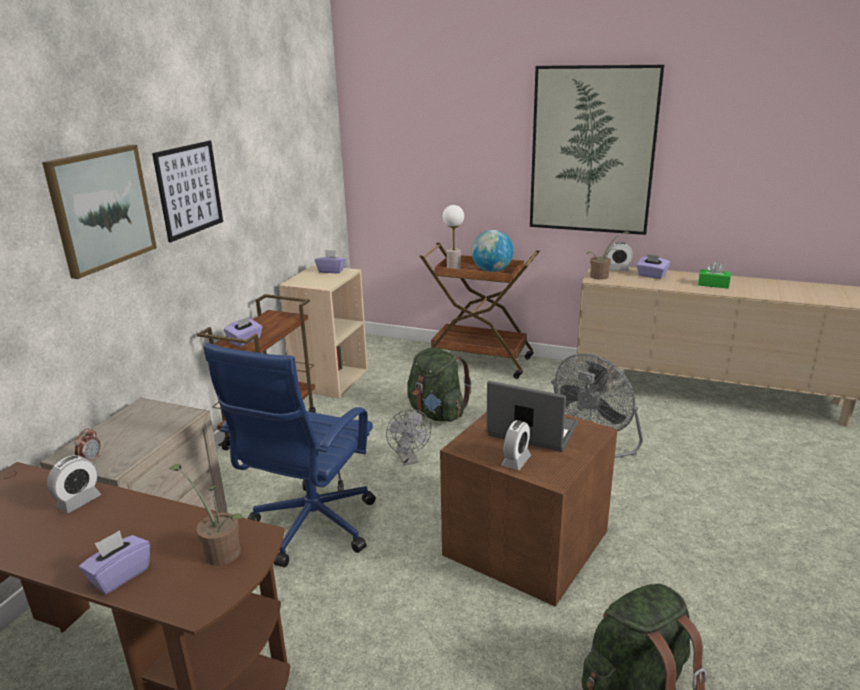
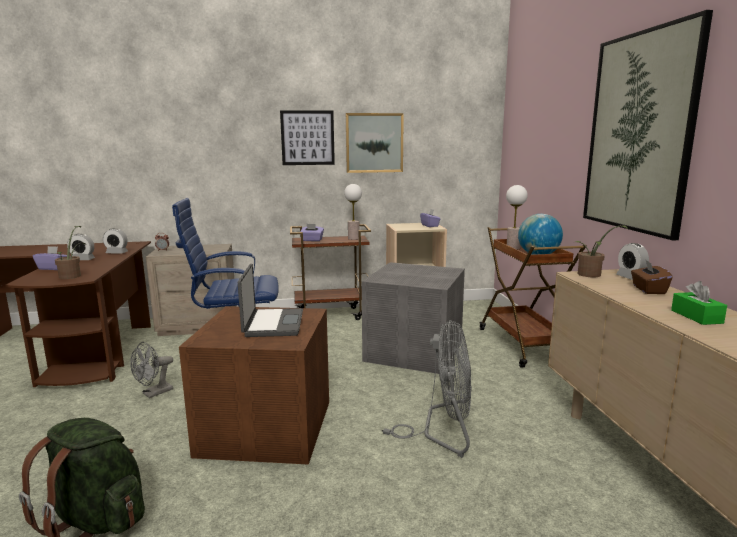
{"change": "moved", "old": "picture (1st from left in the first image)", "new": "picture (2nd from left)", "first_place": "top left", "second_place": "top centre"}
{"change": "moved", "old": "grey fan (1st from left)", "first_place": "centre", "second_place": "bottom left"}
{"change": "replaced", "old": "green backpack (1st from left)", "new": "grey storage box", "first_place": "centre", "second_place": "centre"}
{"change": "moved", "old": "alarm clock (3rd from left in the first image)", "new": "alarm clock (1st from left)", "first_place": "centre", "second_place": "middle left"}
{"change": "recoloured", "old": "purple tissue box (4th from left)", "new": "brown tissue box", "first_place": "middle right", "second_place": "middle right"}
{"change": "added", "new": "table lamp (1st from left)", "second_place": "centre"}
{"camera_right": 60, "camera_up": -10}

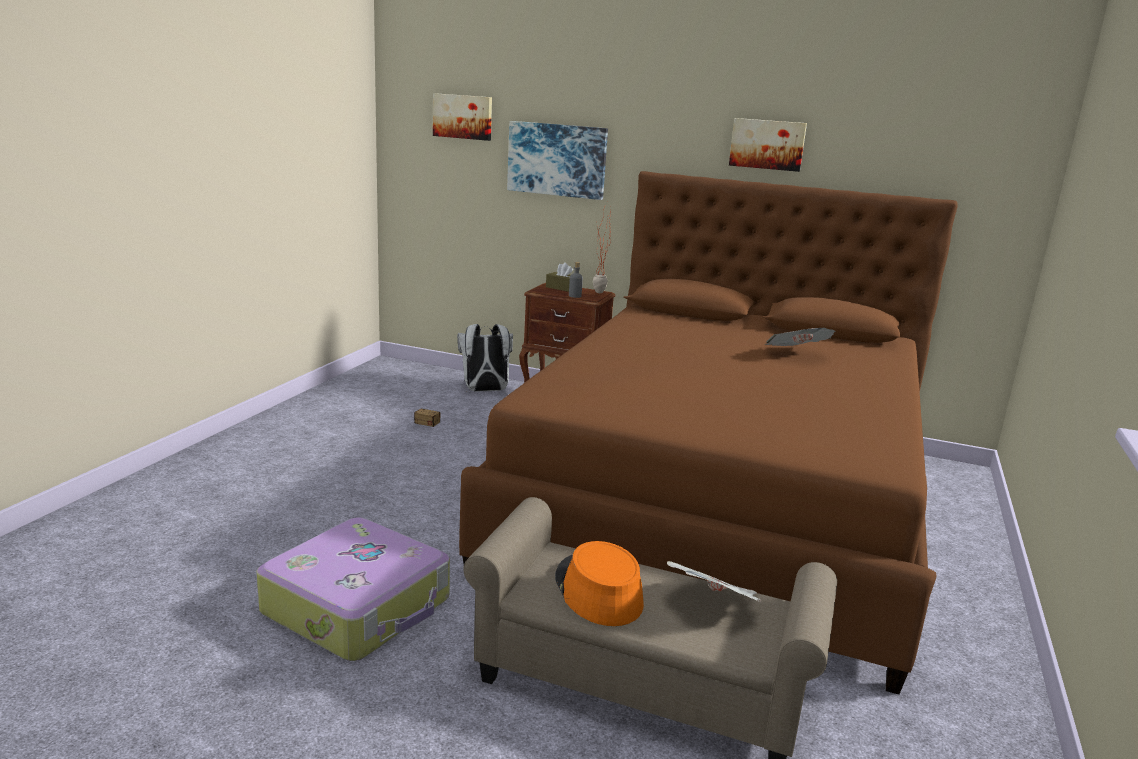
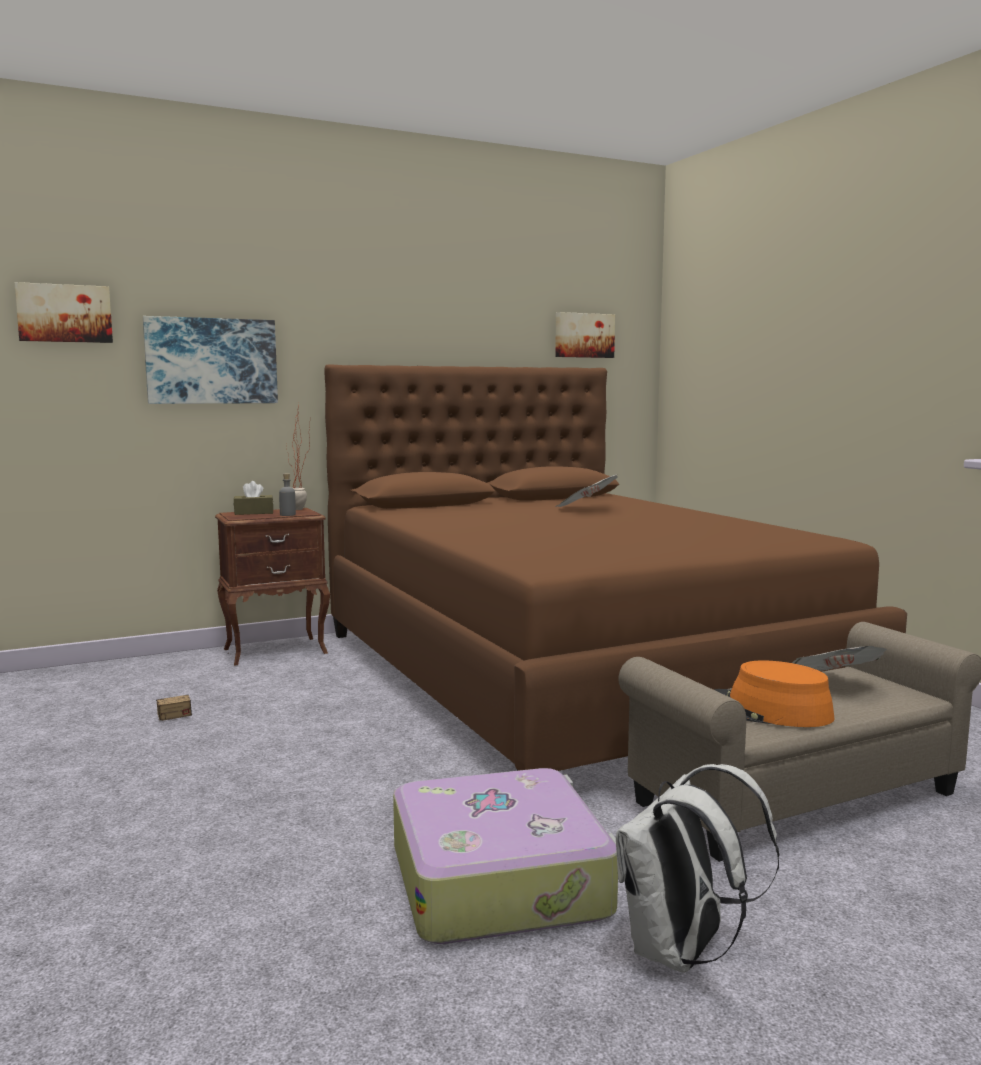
{"change": "moved", "old": "white backpack", "first_place": "centre", "second_place": "bottom right"}
{"change": "moved", "old": "picture (3rd from left)", "first_place": "top right", "second_place": "top centre"}
{"camera_right": -45, "camera_up": -10}

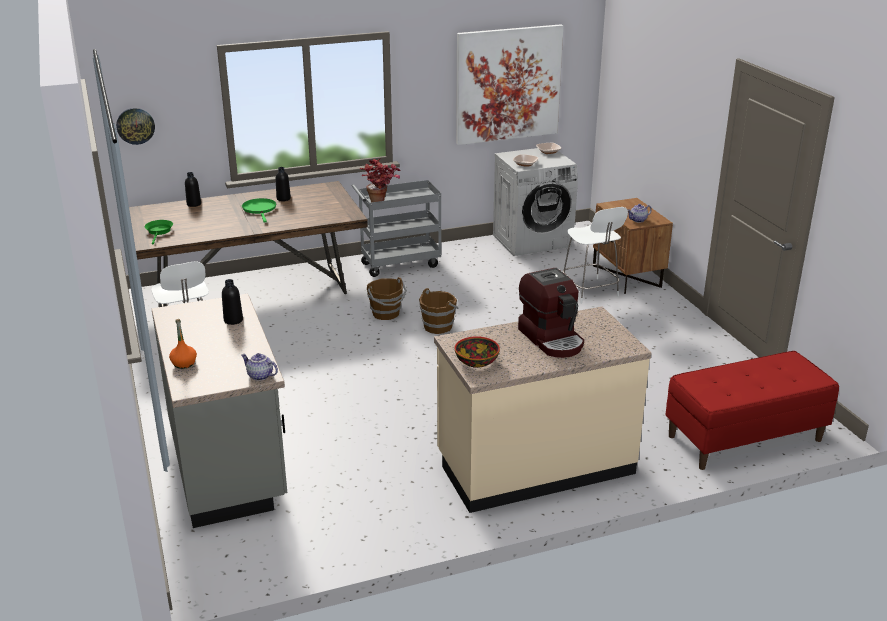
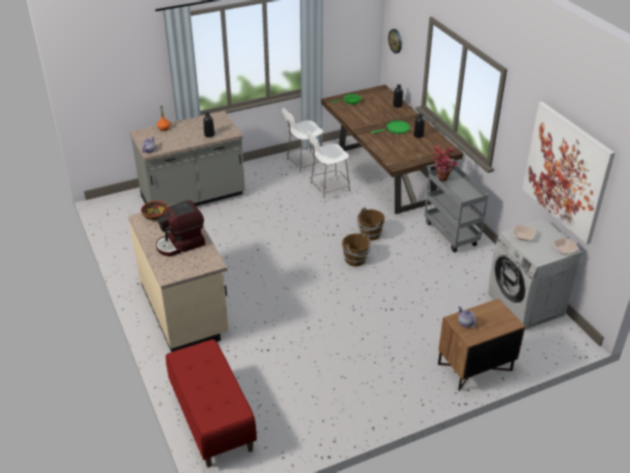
{"change": "moved", "old": "white chair (2nd from left)", "first_place": "middle right", "second_place": "centre"}
{"camera_right": 85, "camera_up": 10}

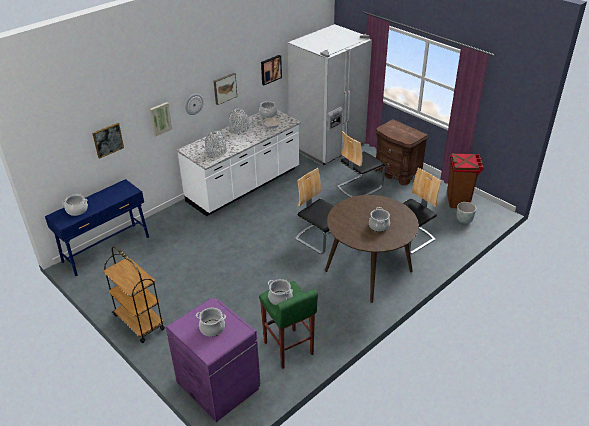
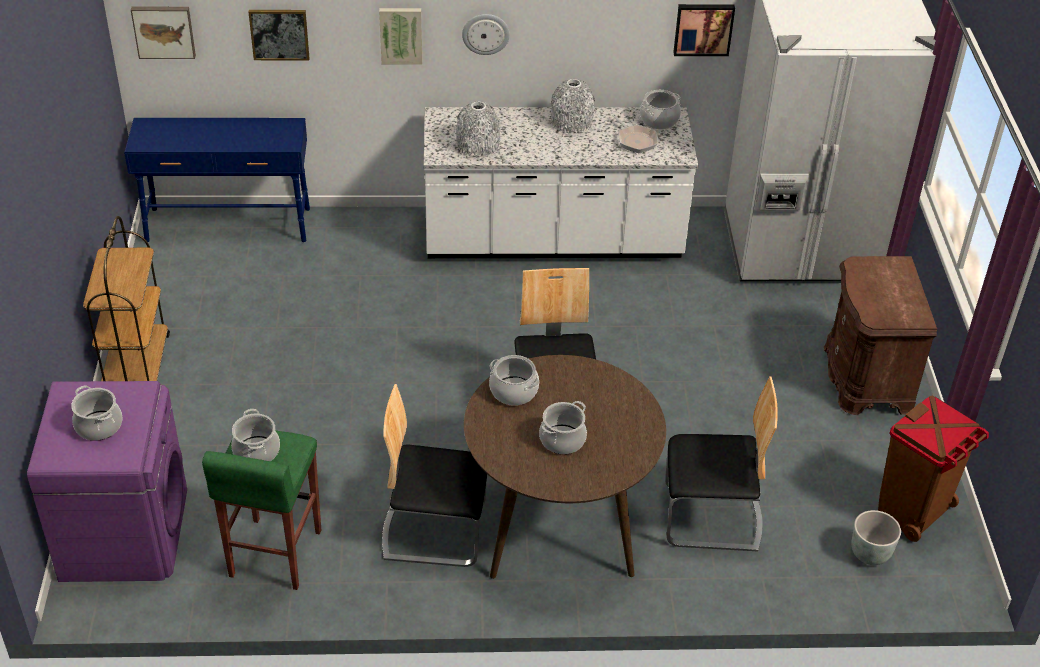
{"change": "moved", "old": "cooking pot (1st from left in the first image)", "new": "cooking pot (3rd from left)", "first_place": "middle left", "second_place": "centre"}
{"change": "moved", "old": "picture (3rd from left in the first image)", "new": "picture (1st from left)", "first_place": "top centre", "second_place": "top left"}
{"change": "moved", "old": "chair (2nd from left in the first image)", "new": "chair (1st from left)", "first_place": "centre", "second_place": "bottom centre"}
{"camera_right": 40, "camera_up": 5}

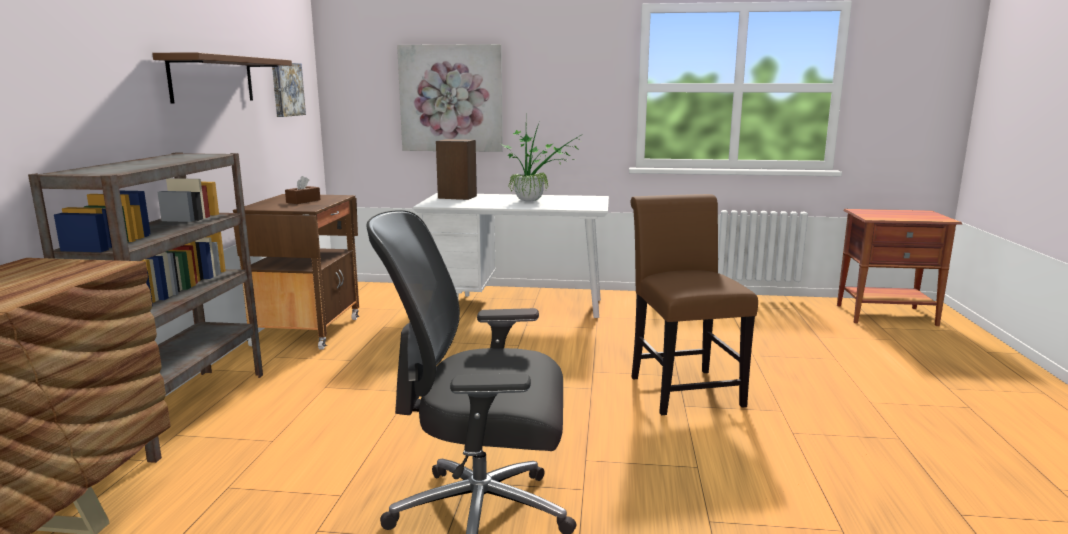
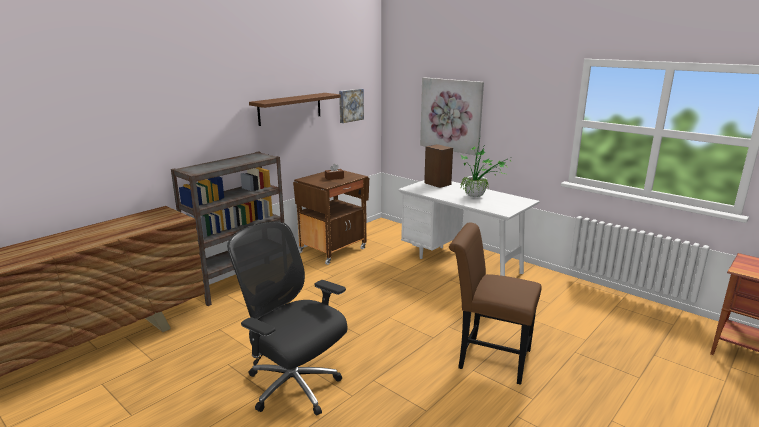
{"change": "turned", "old": "brown chair", "first_place": "centre", "second_place": "bottom centre", "degrees": -90}
{"camera_right": 35, "camera_up": 5}

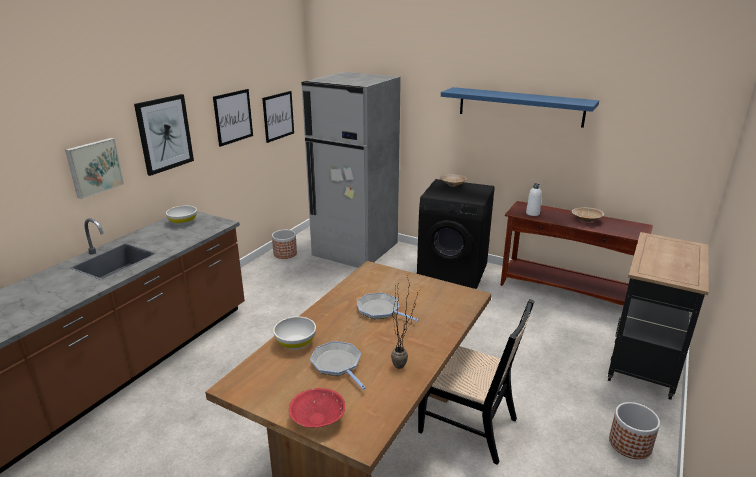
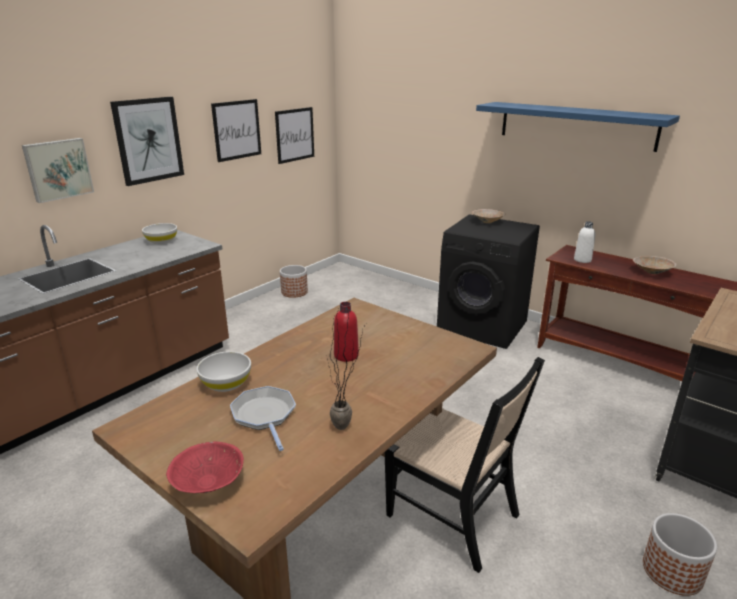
{"change": "removed", "old": "grey fridge", "first_place": "centre"}
{"change": "replaced", "old": "frying pan (2nd from left)", "new": "red bottle", "first_place": "centre", "second_place": "centre"}
{"camera_right": 10, "camera_up": 0}

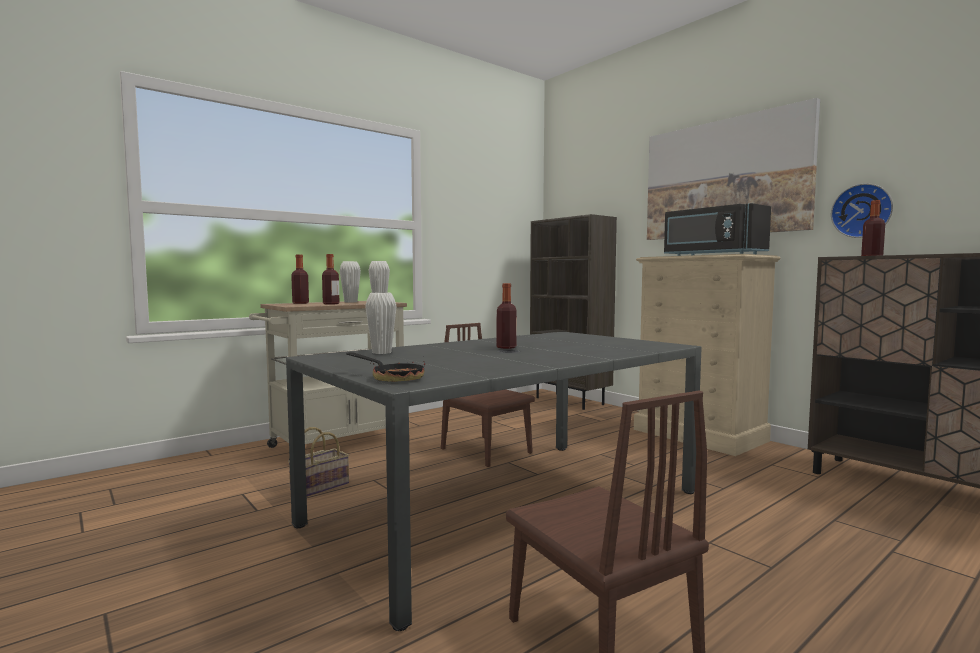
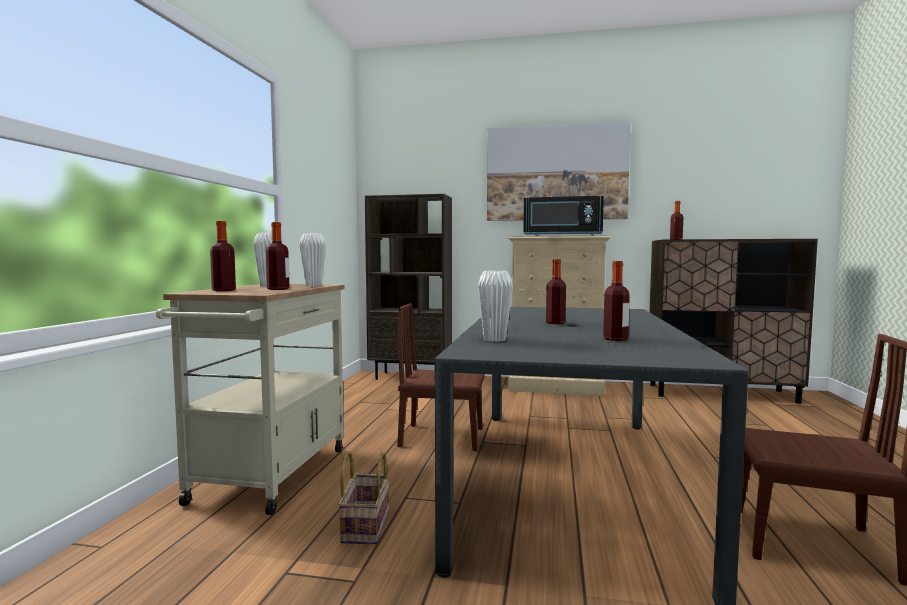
{"change": "removed", "old": "frying pan", "first_place": "centre"}
{"change": "removed", "old": "wall clock", "first_place": "top right"}
{"change": "added", "new": "bottle (4th from left)", "second_place": "middle right"}
{"camera_right": -40, "camera_up": 0}

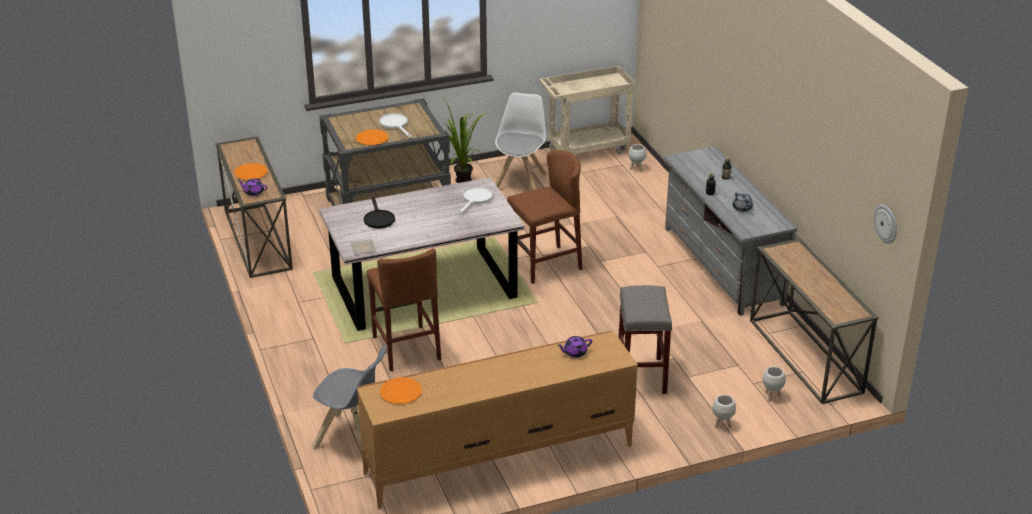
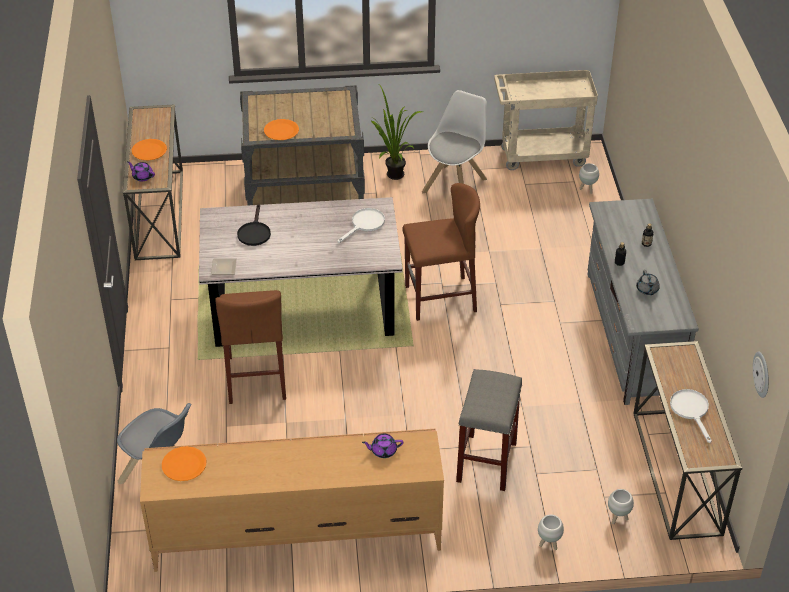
{"change": "moved", "old": "white frying pan (1st from left in the first image)", "new": "white frying pan (2nd from left)", "first_place": "top centre", "second_place": "bottom right"}
{"camera_right": 15, "camera_up": 10}

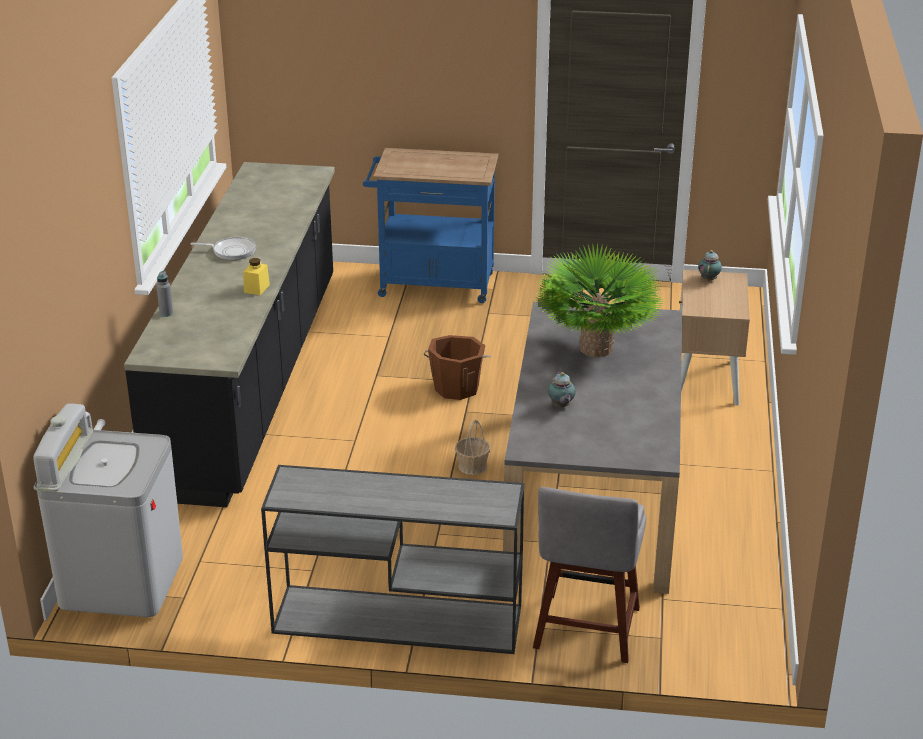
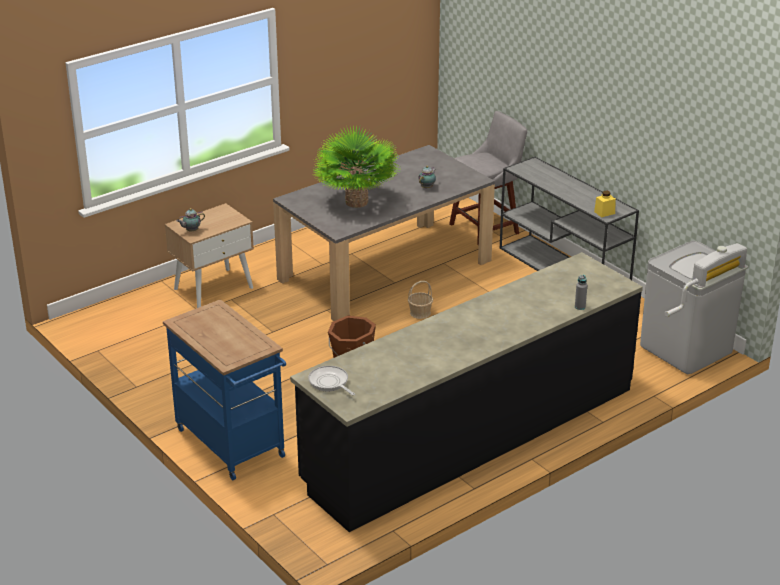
{"change": "moved", "old": "frying pan", "first_place": "middle left", "second_place": "centre"}
{"change": "moved", "old": "yellow jar", "first_place": "middle left", "second_place": "middle right"}
{"camera_right": -135, "camera_up": 0}

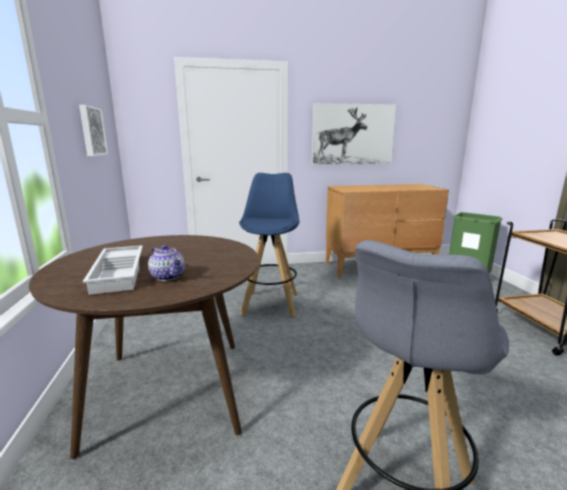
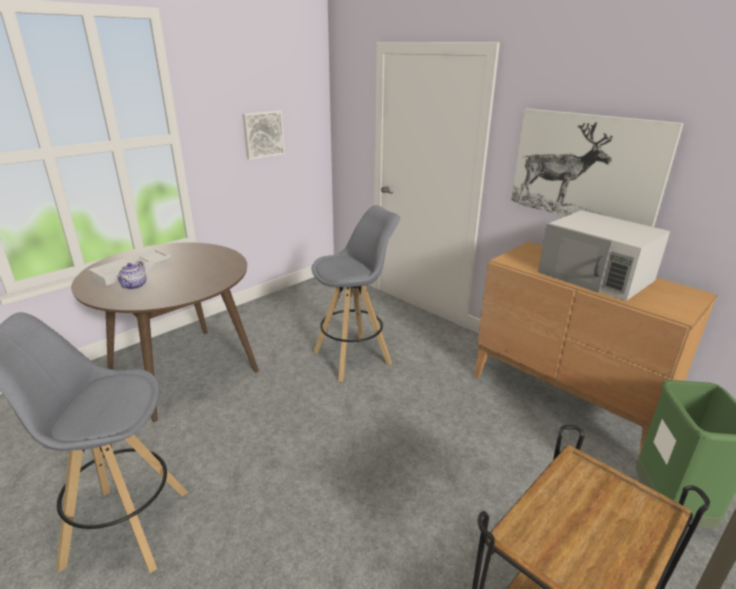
{"change": "recoloured", "old": "blue stool", "new": "grey stool (2nd from left)", "first_place": "centre", "second_place": "centre"}
{"change": "added", "new": "white microwave", "second_place": "middle right"}
{"camera_right": 55, "camera_up": 10}

